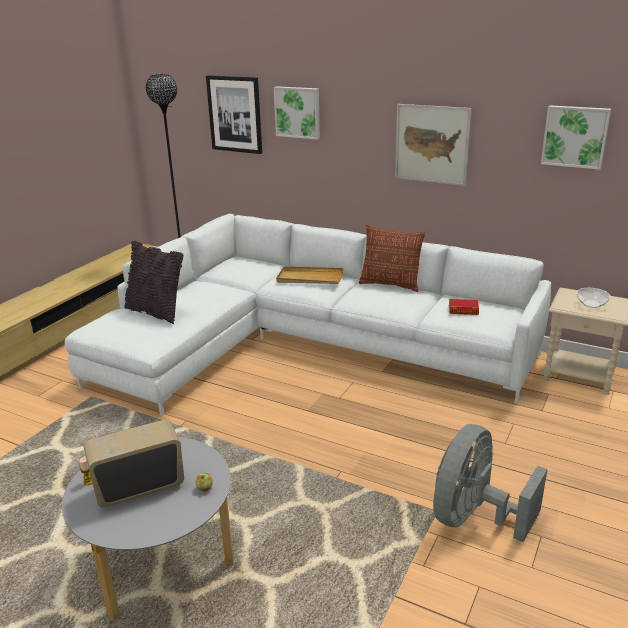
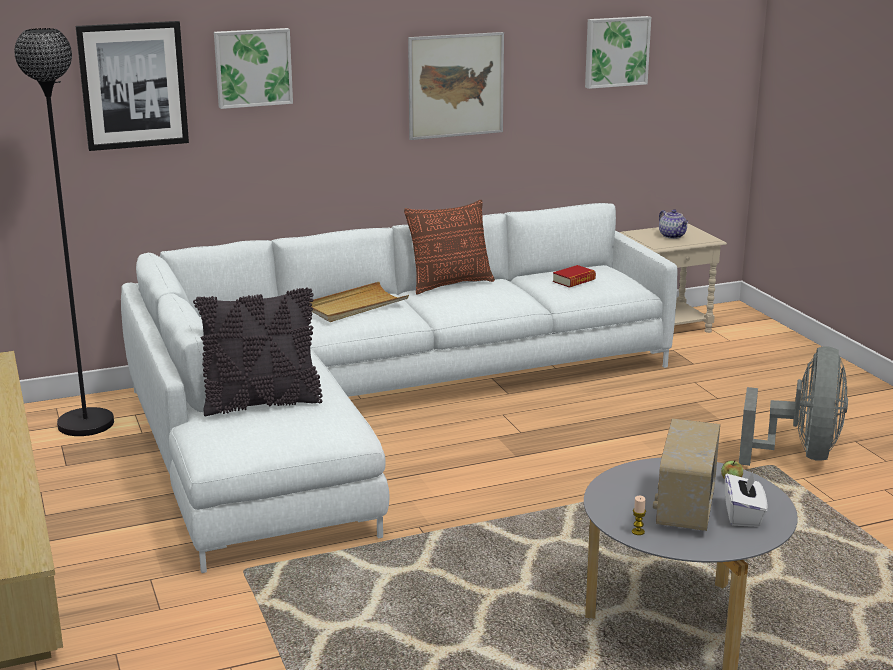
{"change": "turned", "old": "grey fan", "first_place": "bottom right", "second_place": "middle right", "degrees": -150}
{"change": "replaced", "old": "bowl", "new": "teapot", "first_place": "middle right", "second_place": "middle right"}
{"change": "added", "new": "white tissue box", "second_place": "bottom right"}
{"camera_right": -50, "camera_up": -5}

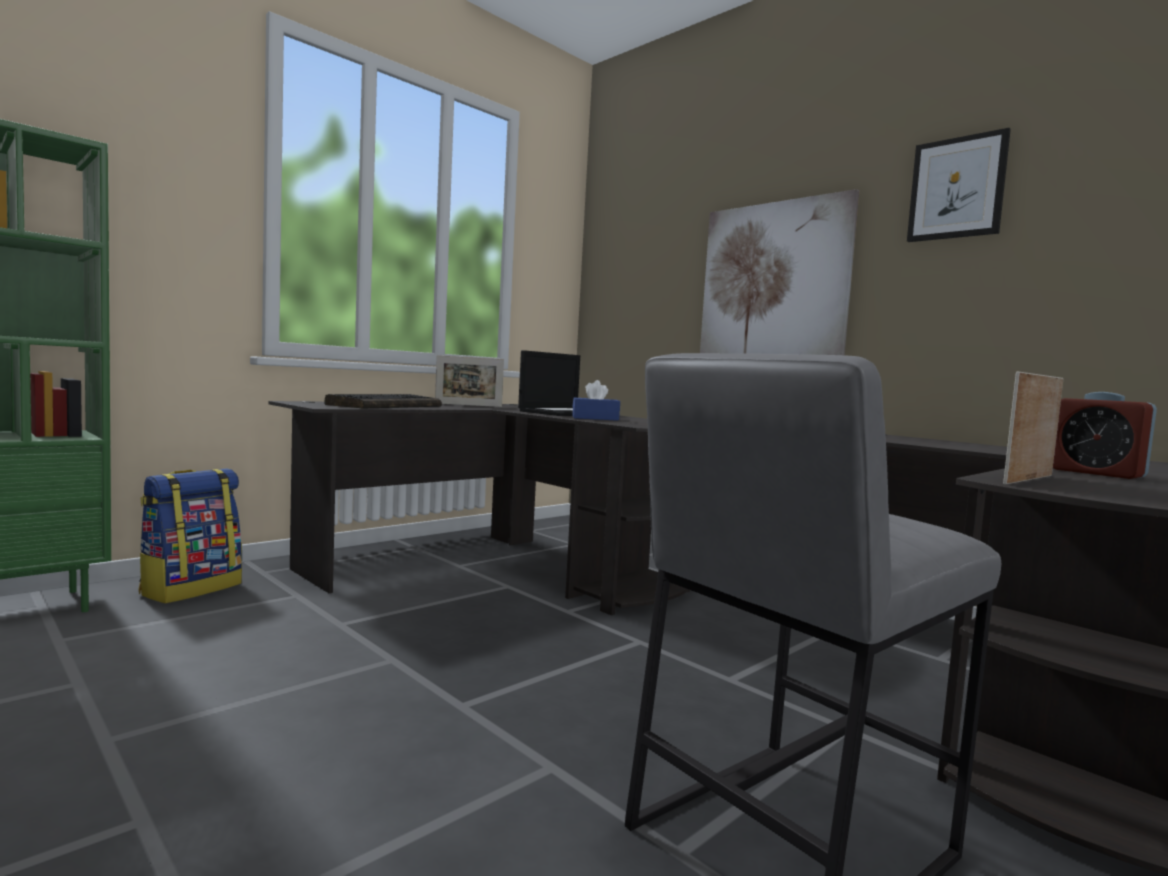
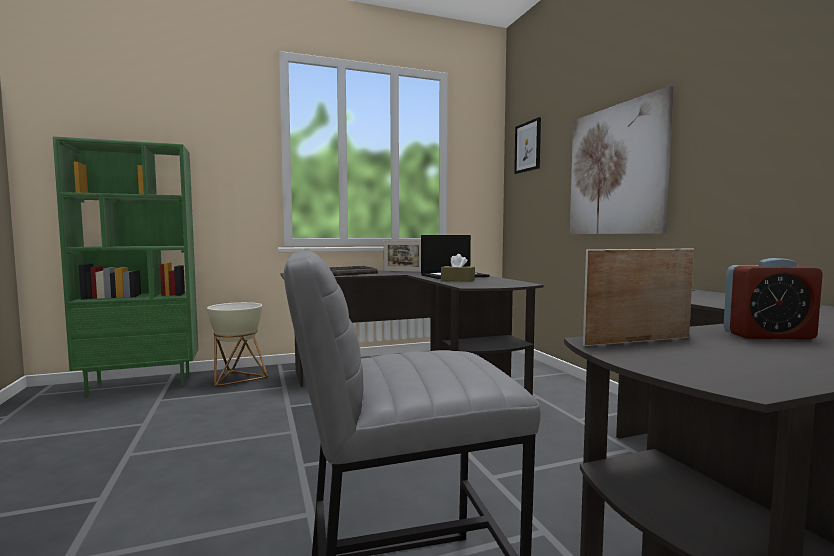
{"change": "replaced", "old": "backpack", "new": "planter", "first_place": "middle left", "second_place": "middle left"}
{"change": "recoloured", "old": "blue tissue box", "new": "brown tissue box", "first_place": "centre", "second_place": "centre"}
{"change": "moved", "old": "picture (2nd from left in the first image)", "new": "picture (1st from left)", "first_place": "top right", "second_place": "top centre"}
{"change": "turned", "old": "alarm clock", "first_place": "middle right", "second_place": "middle right", "degrees": -75}
{"camera_right": 25, "camera_up": 0}

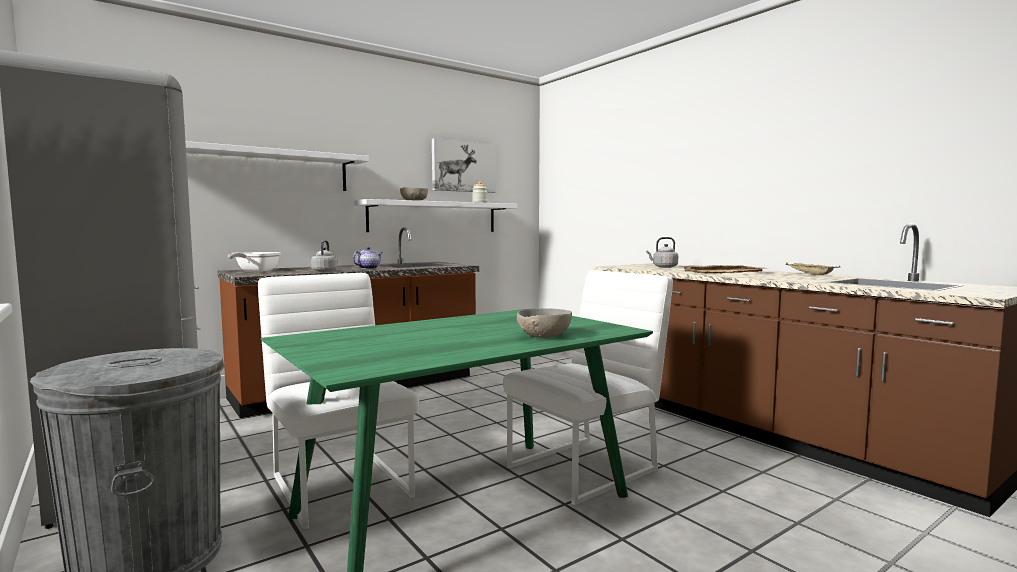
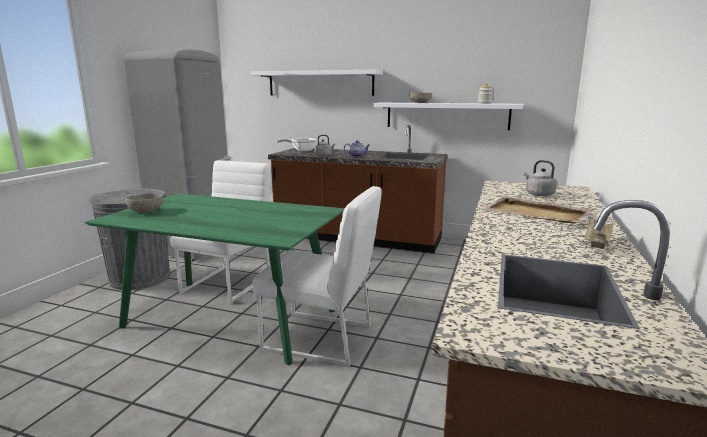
{"change": "removed", "old": "picture", "first_place": "top centre"}
{"change": "moved", "old": "grey bowl (2nd from left in the first image)", "new": "grey bowl (1st from left)", "first_place": "centre", "second_place": "middle left"}
{"camera_right": 55, "camera_up": 10}

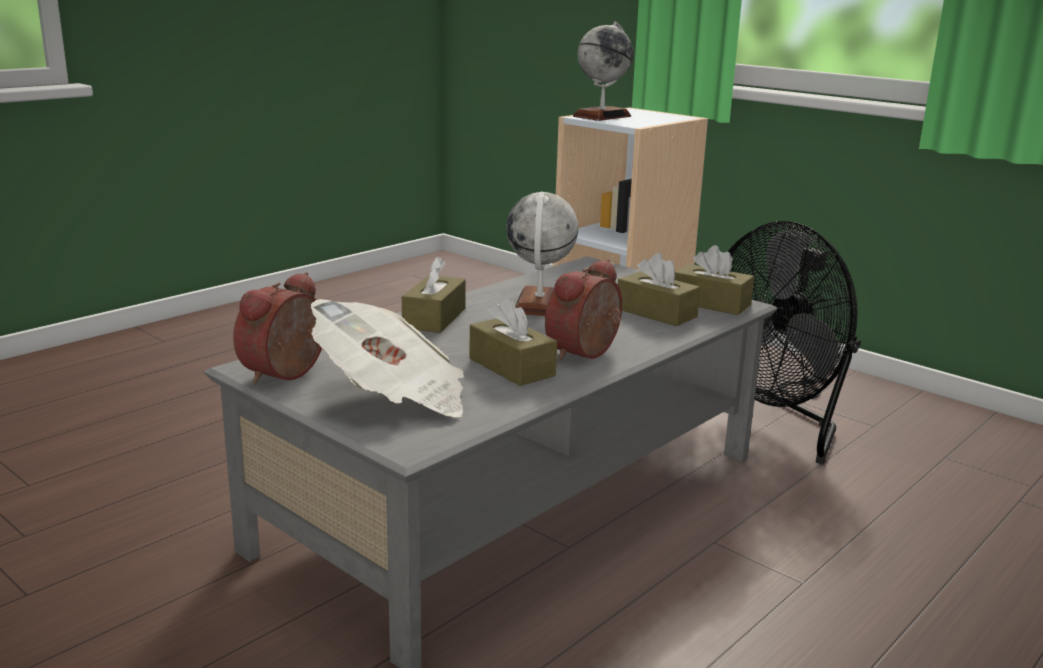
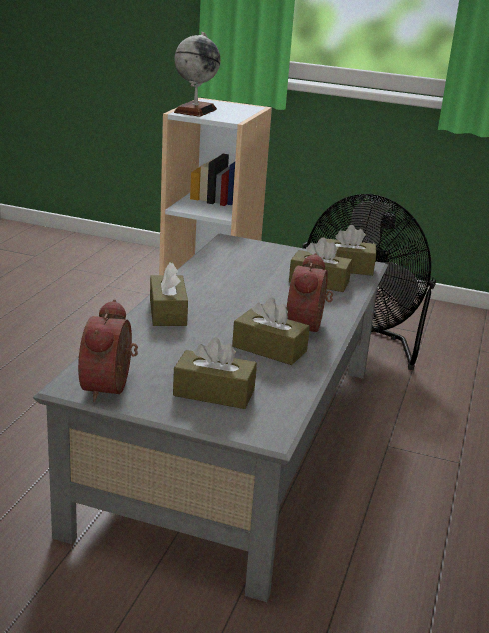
{"change": "replaced", "old": "newspaper", "new": "brown tissue box (2nd from left)", "first_place": "centre", "second_place": "centre"}
{"change": "removed", "old": "globe (1st from left)", "first_place": "centre"}
{"camera_right": -25, "camera_up": 5}

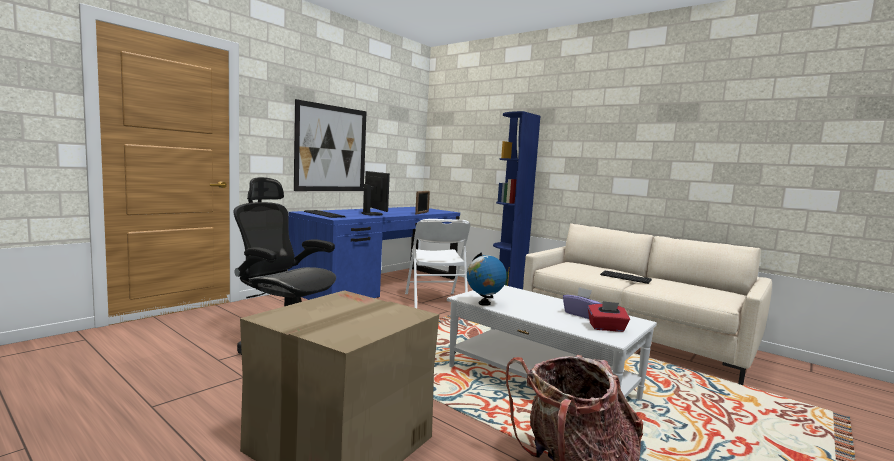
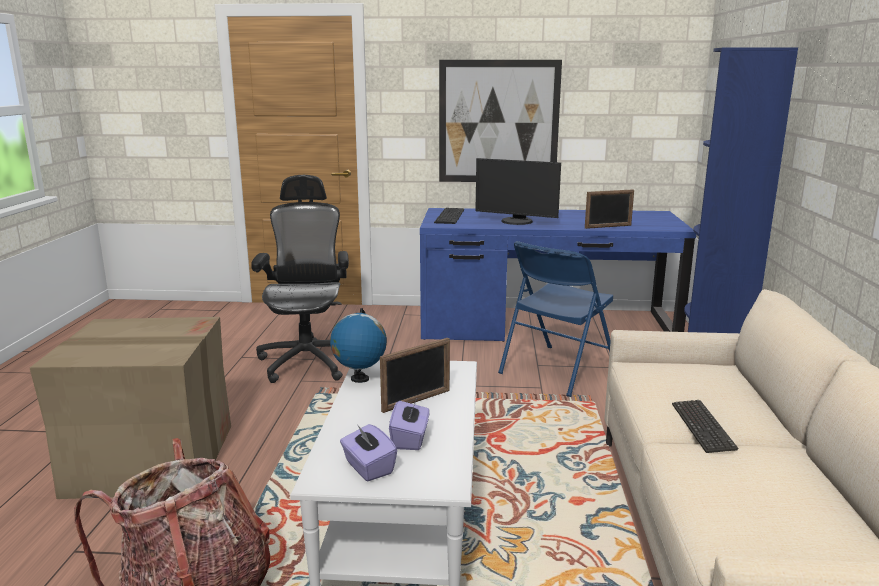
{"change": "turned", "old": "monitor", "first_place": "centre", "second_place": "top centre", "degrees": 90}
{"change": "recoloured", "old": "white chair", "new": "blue chair", "first_place": "centre", "second_place": "centre"}
{"change": "recoloured", "old": "red tissue box", "new": "purple tissue box (1st from left)", "first_place": "bottom right", "second_place": "bottom centre"}
{"change": "added", "new": "picture frame (1st from left)", "second_place": "centre"}
{"camera_right": 55, "camera_up": 10}

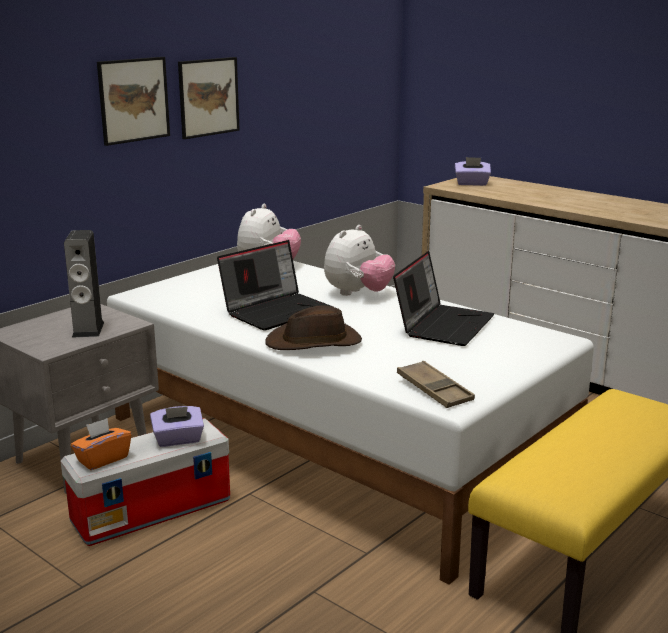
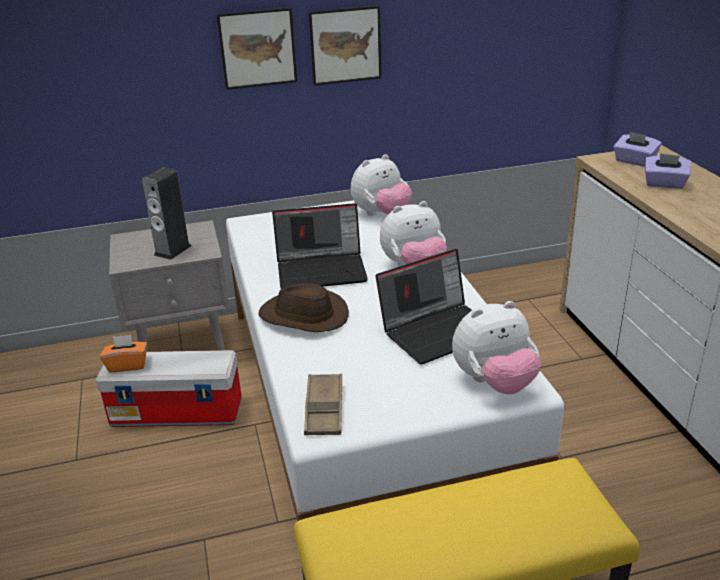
{"change": "moved", "old": "purple tissue box (1st from left in the first image)", "new": "purple tissue box (2nd from left)", "first_place": "bottom left", "second_place": "top right"}
{"change": "added", "new": "plush toy (3rd from left)", "second_place": "middle right"}
{"camera_right": 35, "camera_up": 10}

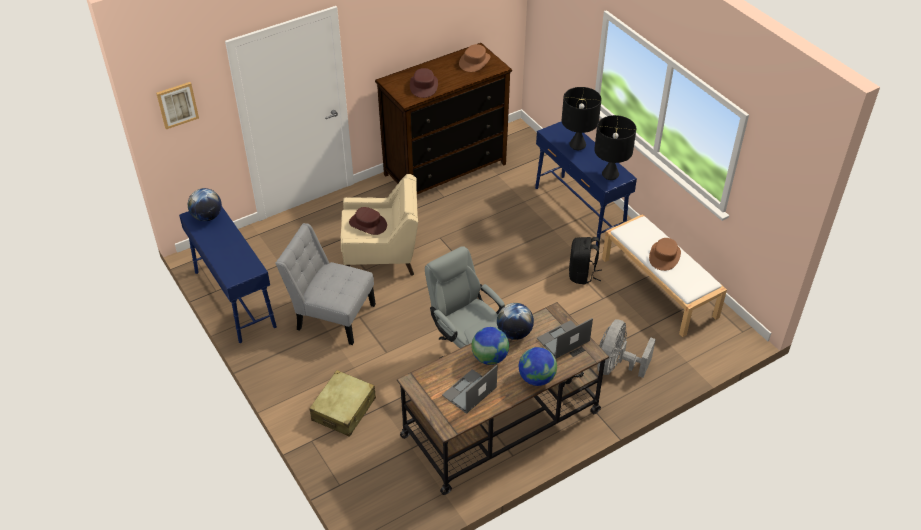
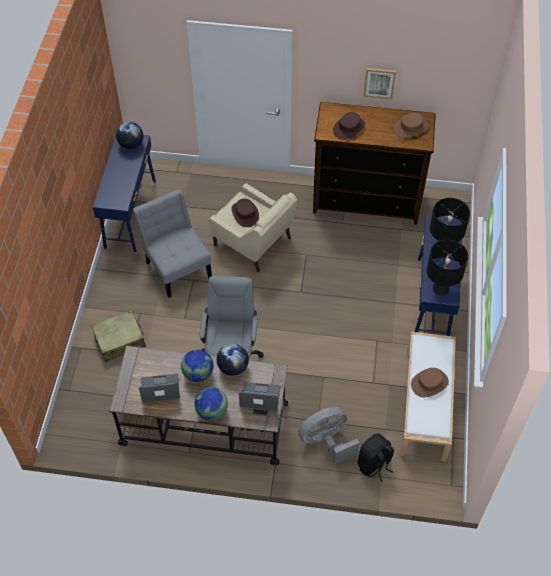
{"change": "moved", "old": "picture", "first_place": "top left", "second_place": "top right"}
{"change": "moved", "old": "black backpack", "first_place": "centre", "second_place": "bottom right"}
{"camera_right": 40, "camera_up": 10}

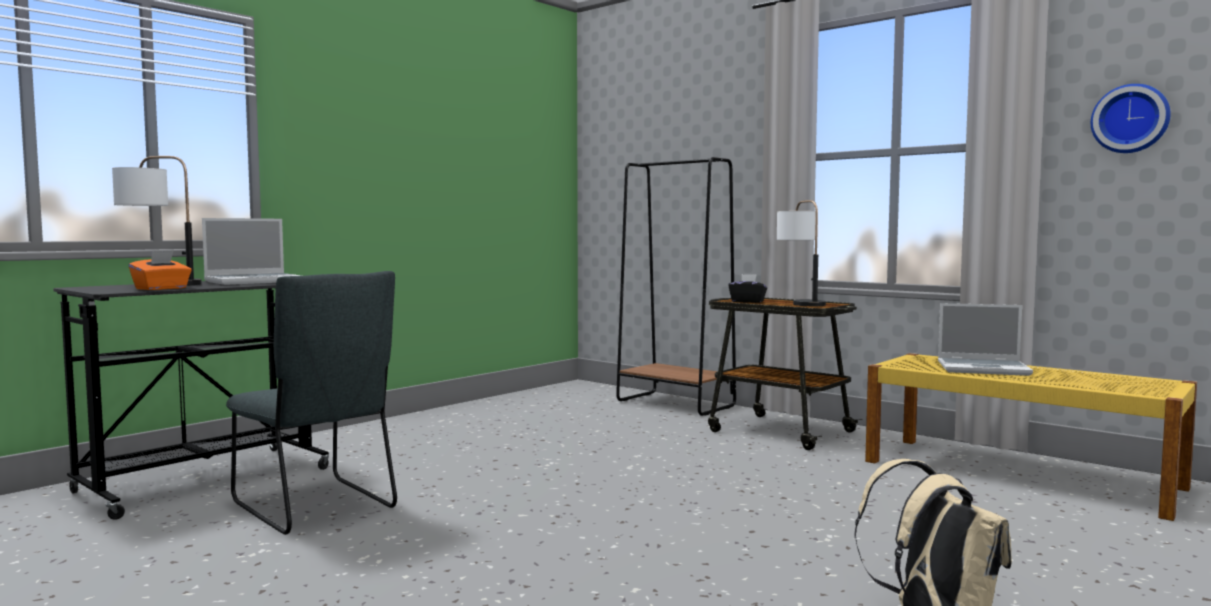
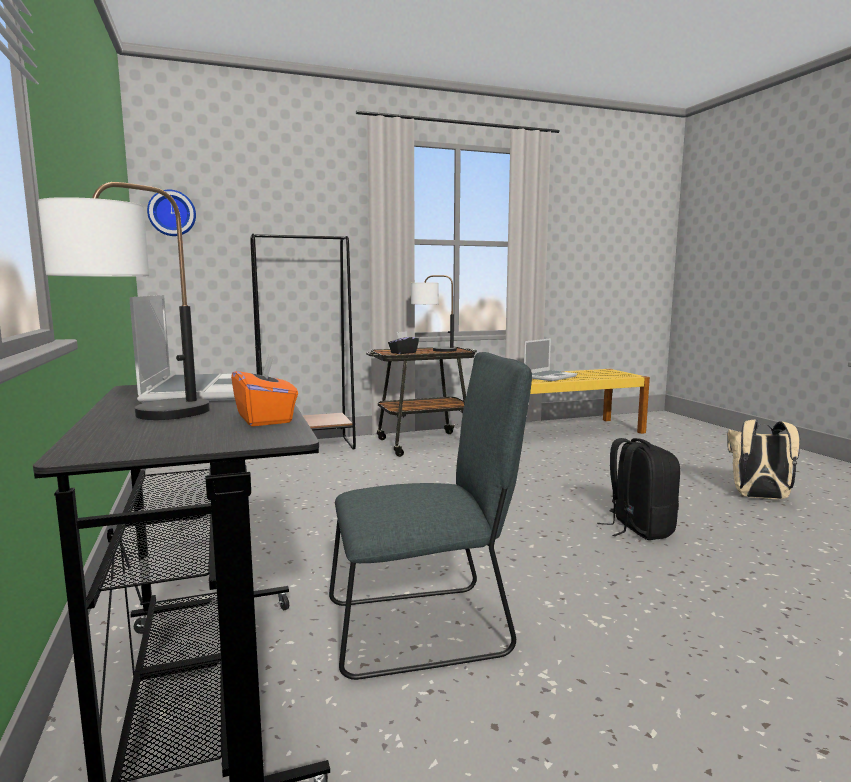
{"change": "moved", "old": "wall clock", "first_place": "top right", "second_place": "top left"}
{"change": "added", "new": "black backpack", "second_place": "middle right"}
{"camera_right": -60, "camera_up": 5}

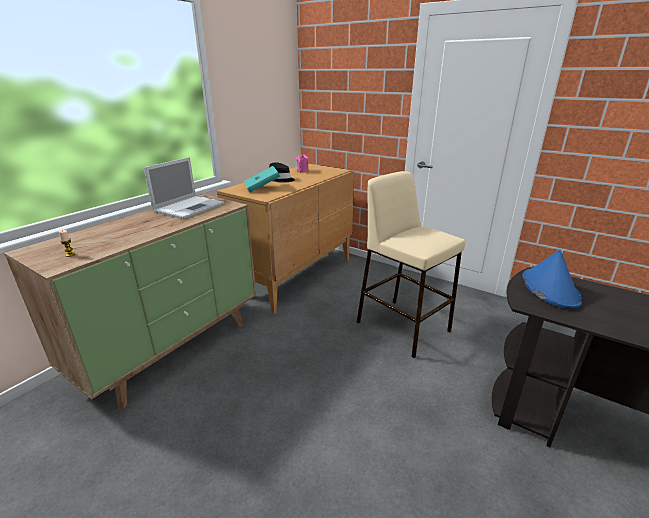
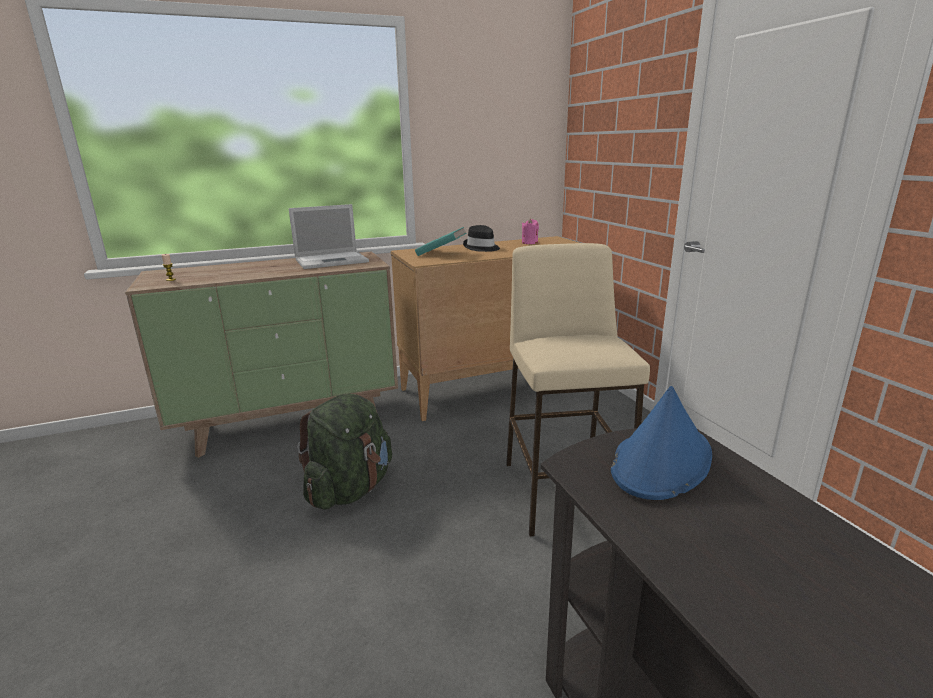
{"change": "added", "new": "green backpack", "second_place": "centre"}
{"camera_right": 35, "camera_up": -5}

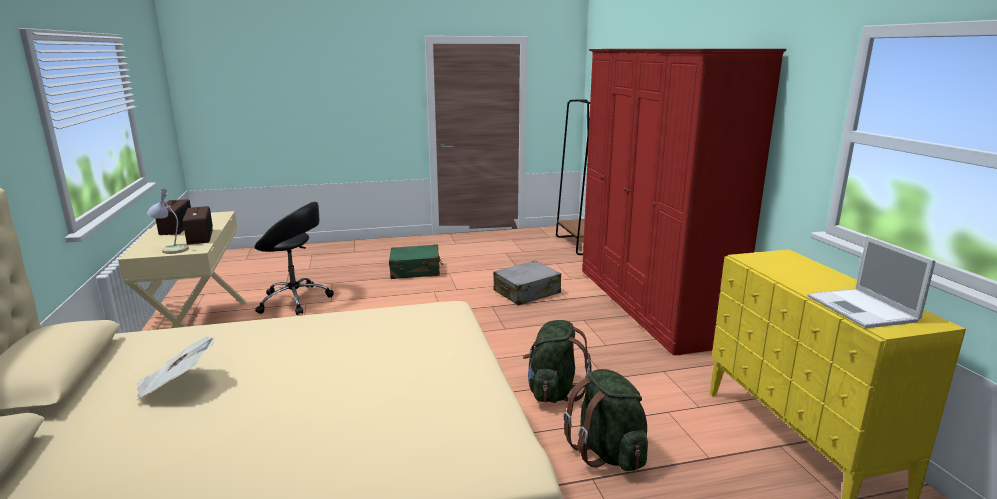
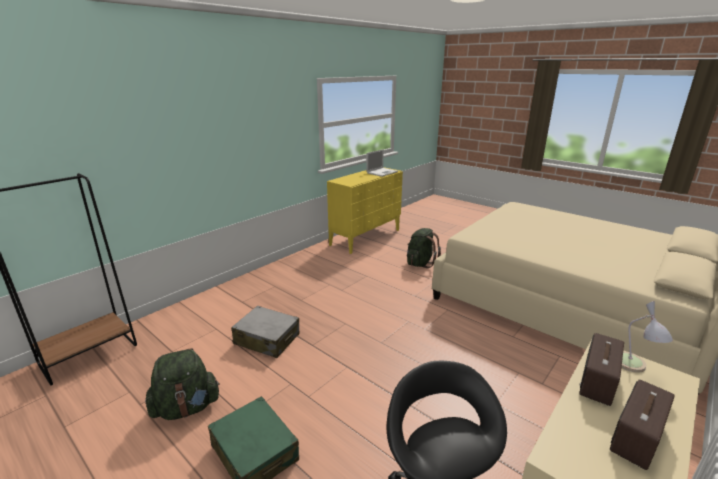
{"change": "removed", "old": "newspaper", "first_place": "bottom left"}
{"change": "moved", "old": "green backpack (1st from left)", "first_place": "bottom centre", "second_place": "bottom left"}
{"change": "removed", "old": "red wardrobe", "first_place": "middle right"}
{"camera_right": -125, "camera_up": 5}

